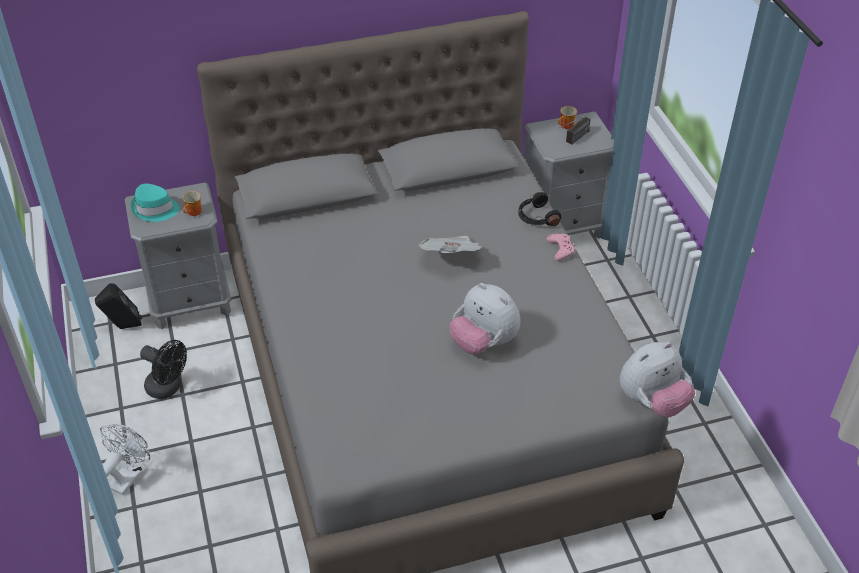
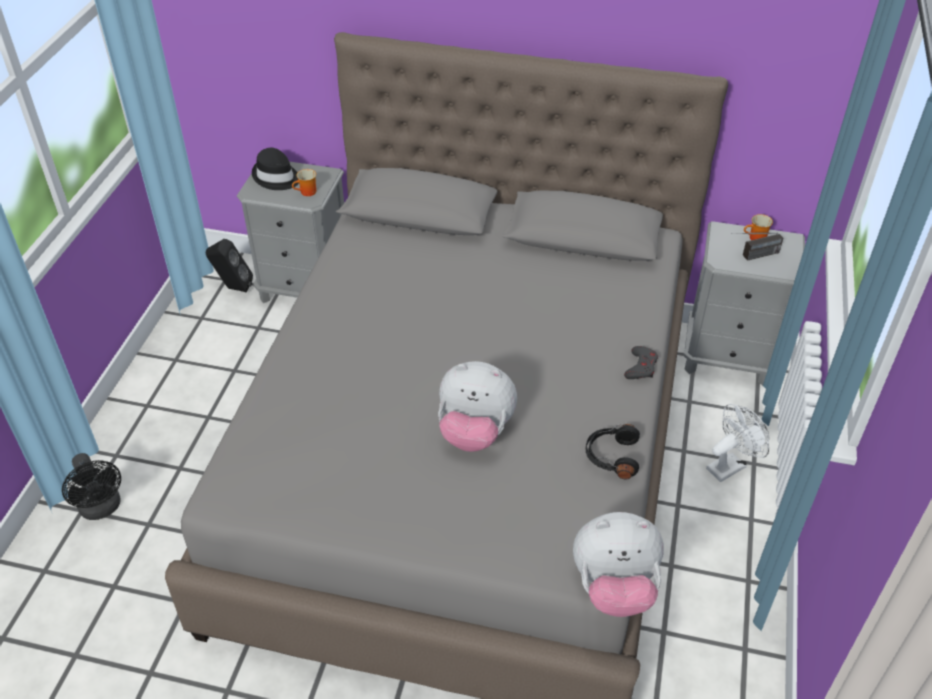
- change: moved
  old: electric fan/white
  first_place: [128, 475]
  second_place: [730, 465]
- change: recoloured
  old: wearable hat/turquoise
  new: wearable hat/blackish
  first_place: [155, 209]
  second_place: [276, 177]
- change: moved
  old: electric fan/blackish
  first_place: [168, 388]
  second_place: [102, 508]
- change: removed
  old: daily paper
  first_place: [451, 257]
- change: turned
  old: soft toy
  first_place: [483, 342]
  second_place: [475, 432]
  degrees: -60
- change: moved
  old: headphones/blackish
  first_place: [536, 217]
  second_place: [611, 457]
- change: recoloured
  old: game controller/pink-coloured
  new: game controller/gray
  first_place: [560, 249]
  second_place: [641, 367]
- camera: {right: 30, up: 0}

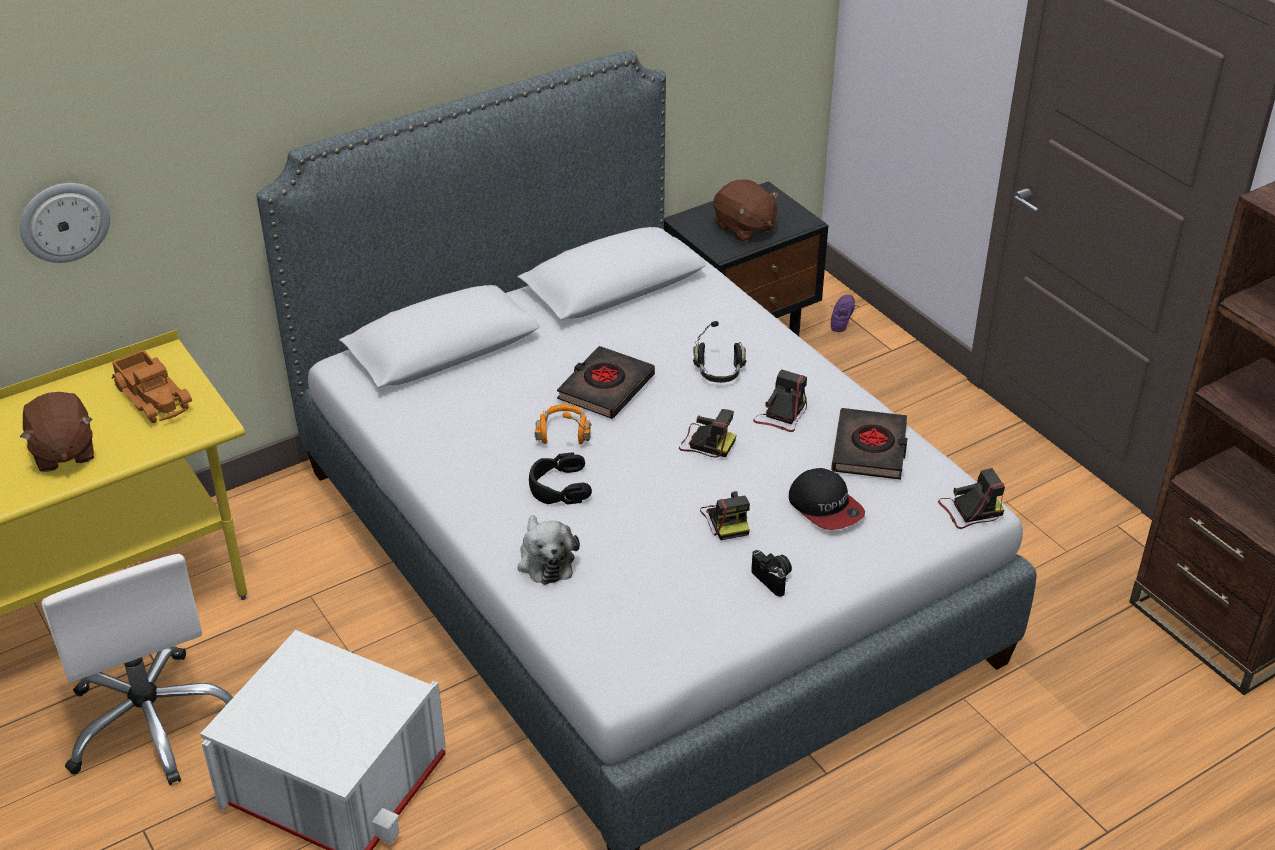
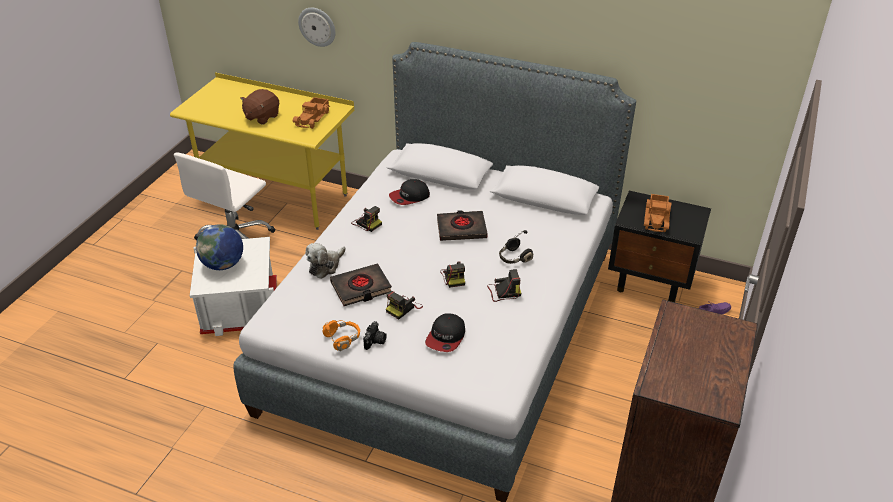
- change: removed
  old: headphones/blackish
  first_place: [559, 487]
- change: moved
  old: headphones/orange
  first_place: [563, 433]
  second_place: [343, 339]
- change: replaced
  old: soft toy/brownish
  new: toy lorry
  first_place: [744, 228]
  second_place: [657, 218]
- change: moved
  old: bound book/blackish
  first_place: [870, 449]
  second_place: [361, 288]
- change: moved
  old: still camera
  first_place: [970, 511]
  second_place: [366, 223]
- change: added
  new: globe
  second_place: [223, 265]
- change: added
  new: baseball cap
  second_place: [409, 197]
- camera: {right: 55, up: 0}

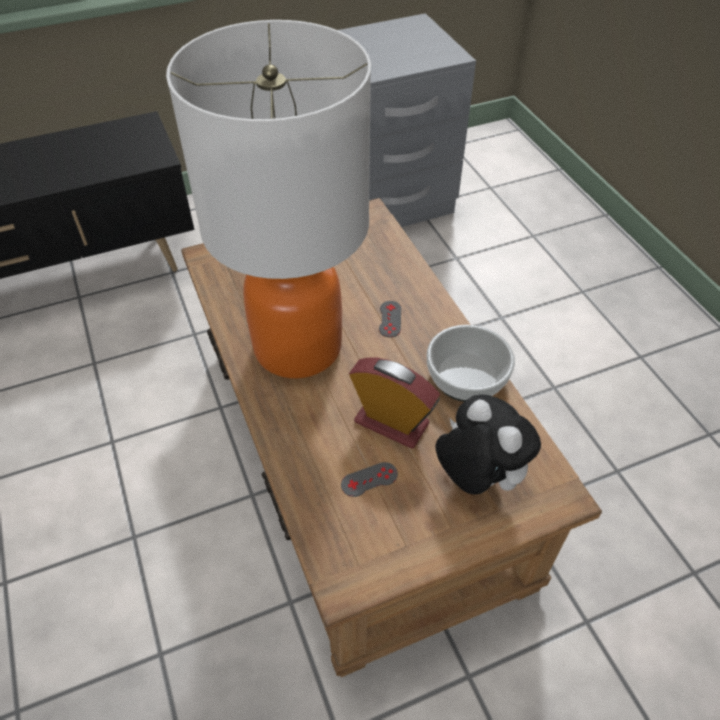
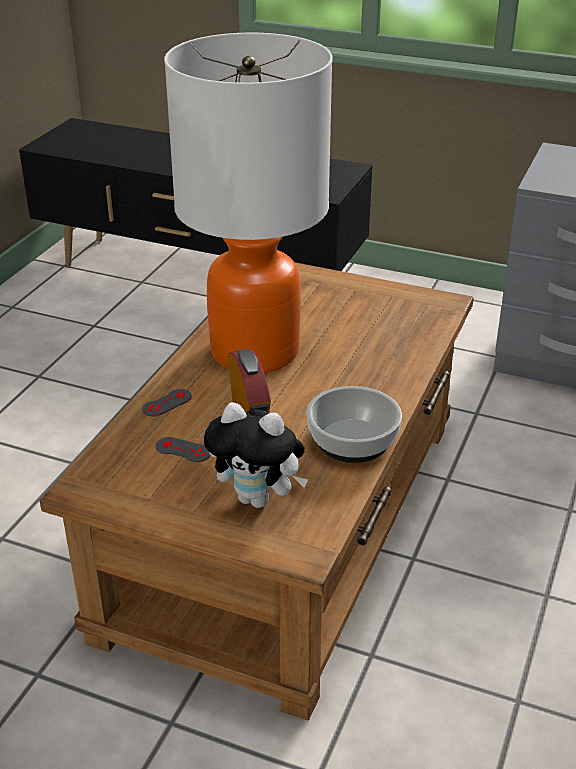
- change: moved
  old: game controller/gray
  first_place: [390, 319]
  second_place: [167, 403]
- change: turned
  old: soft toy
  first_place: [477, 477]
  second_place: [258, 499]
  degrees: 105
- camera: {right: 45, up: -15}

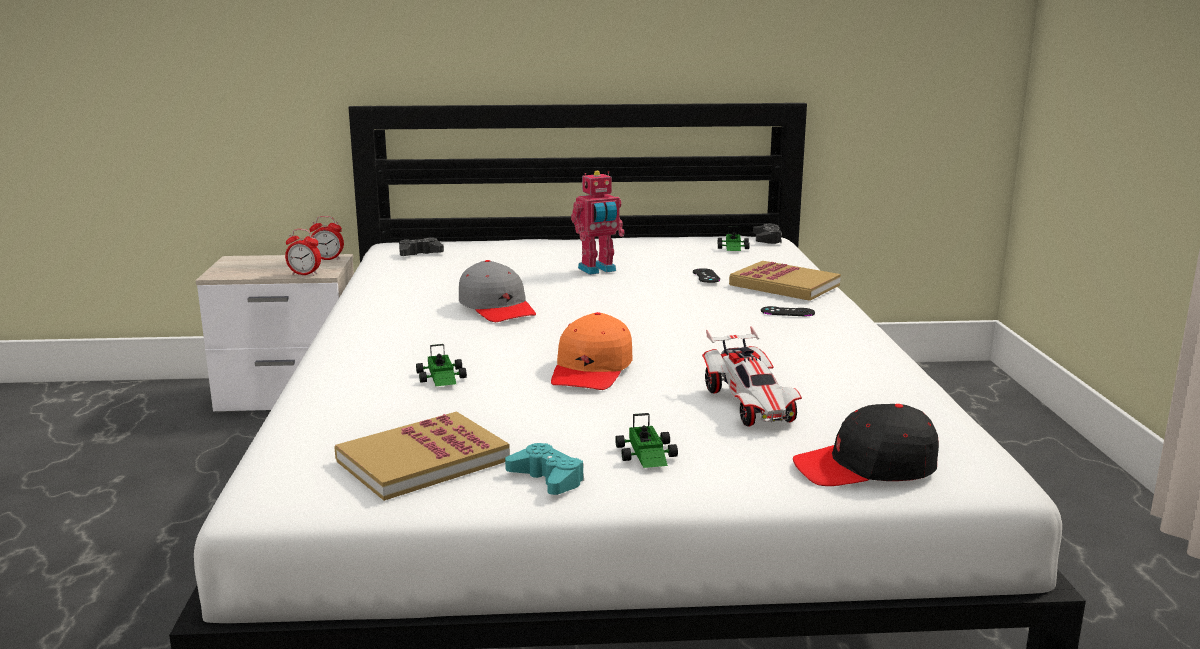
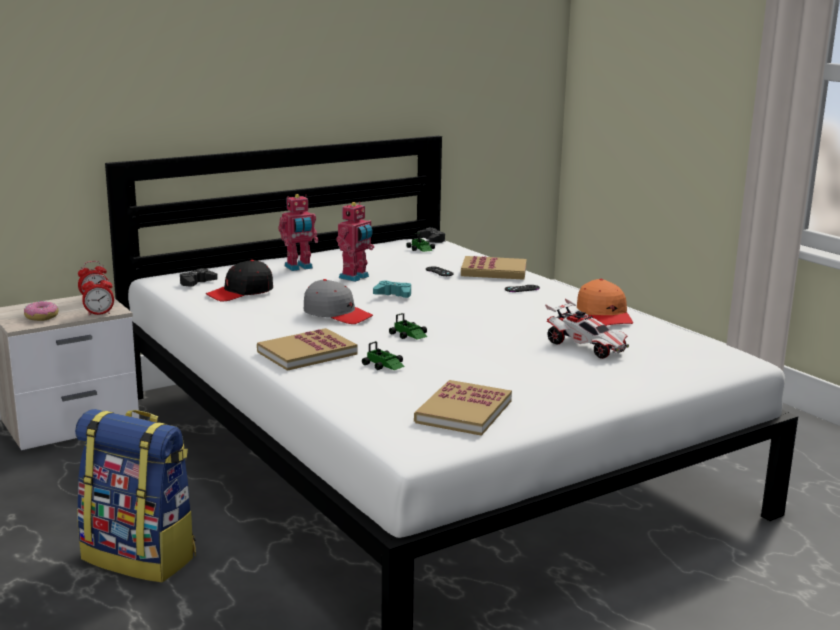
- change: moved
  old: game controller/turquoise
  first_place: [547, 479]
  second_place: [393, 295]
- change: moved
  old: baseball cap/orange
  first_place: [592, 370]
  second_place: [604, 315]
- change: moved
  old: miniature car
  first_place: [647, 455]
  second_place: [410, 334]
- change: moved
  old: baseball cap/blackish
  first_place: [866, 467]
  second_place: [241, 293]
- change: added
  new: ring doughnut
  second_place: [41, 317]
- change: added
  new: rucksack
  second_place: [141, 557]
- change: added
  new: bound book
  second_place: [307, 353]
- change: added
  new: robot figure
  second_place: [299, 267]
- camera: {right: -30, up: 0}

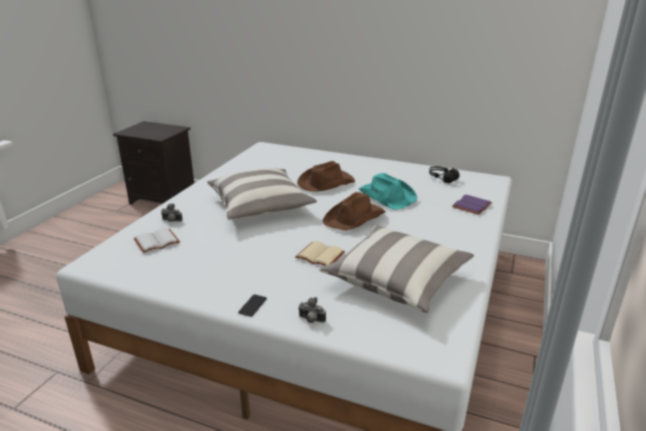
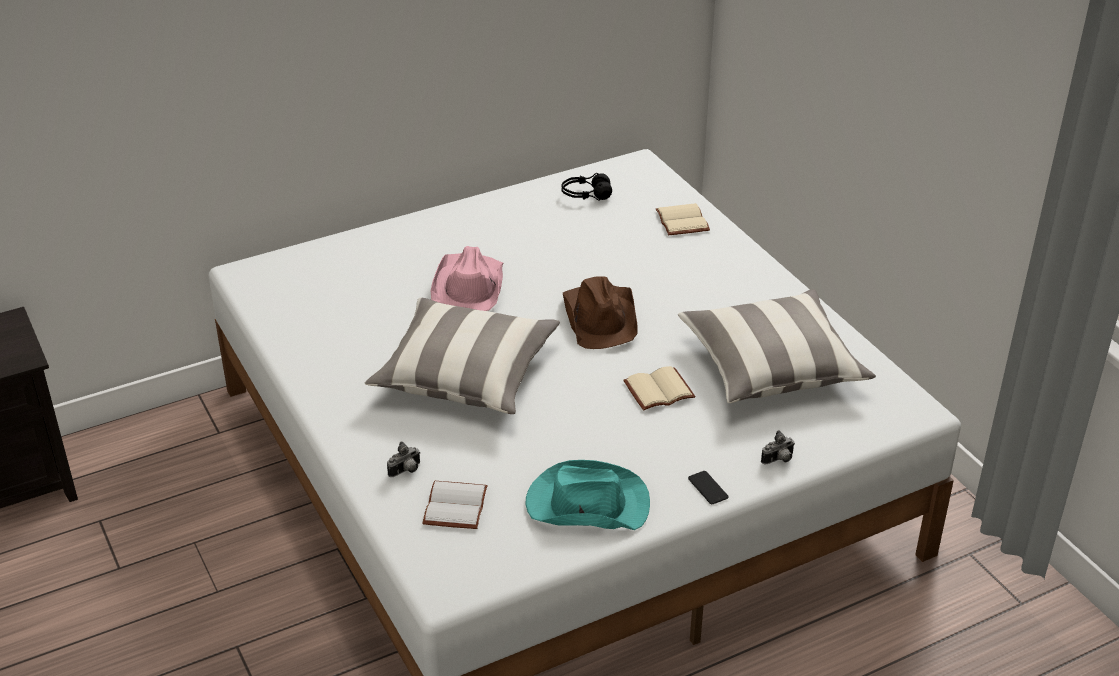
- change: recoloured
  old: wearable hat/brownish
  new: wearable hat/pink-coloured
  first_place: [325, 183]
  second_place: [468, 287]
- change: moved
  old: wearable hat/turquoise
  first_place: [387, 196]
  second_place: [586, 503]
- change: recoloured
  old: bound book/purplish
  new: bound book/sand-coloured
  first_place: [473, 206]
  second_place: [684, 221]
- camera: {right: -50, up: 10}

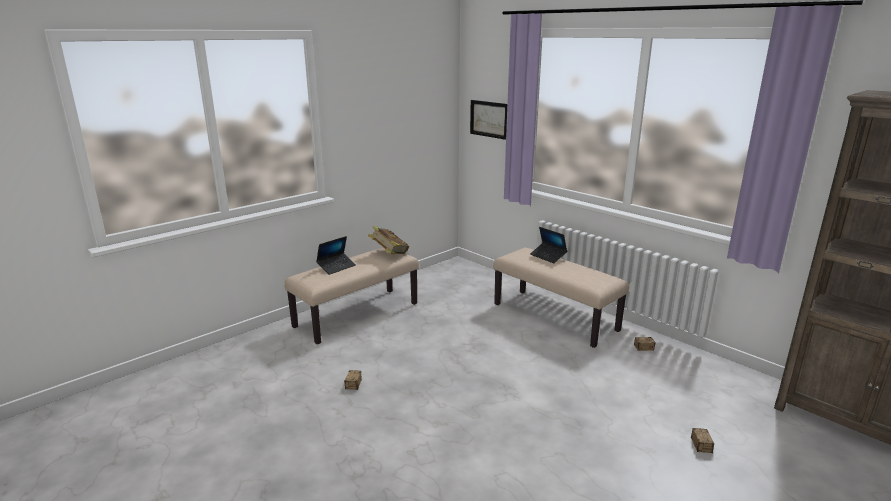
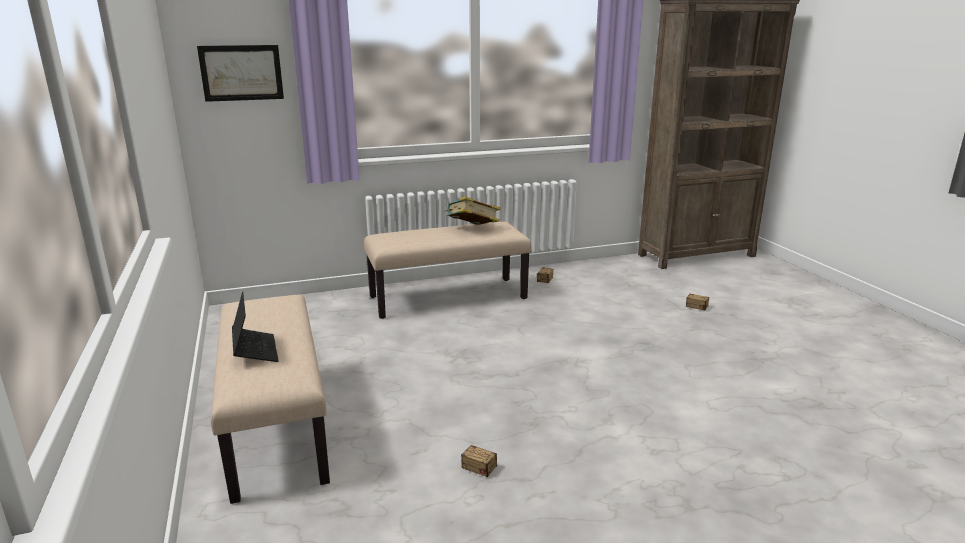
- change: moved
  old: bound book
  first_place: [389, 254]
  second_place: [472, 229]
- change: removed
  old: laptop
  first_place: [548, 256]
- camera: {right: -65, up: 0}

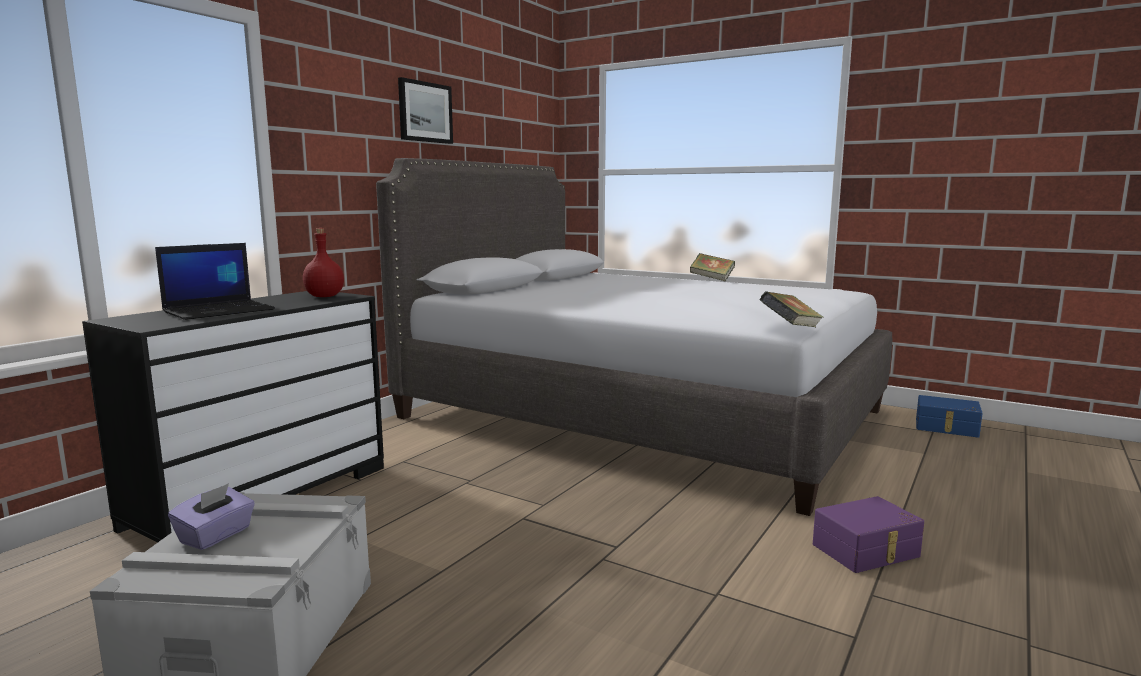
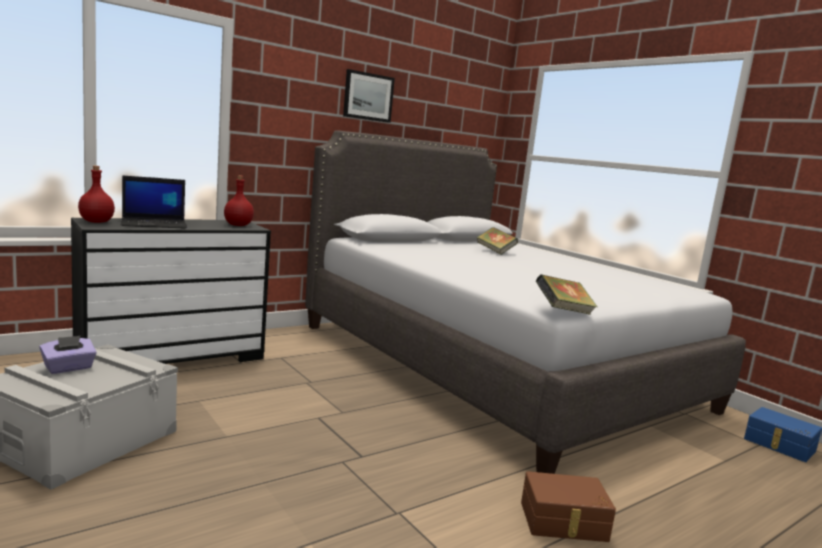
- change: moved
  old: bound book
  first_place: [711, 279]
  second_place: [495, 251]
- change: recoloured
  old: storage box/purplish
  new: storage box/brownish
  first_place: [867, 551]
  second_place: [564, 522]
- change: added
  new: beverage bottle/reddish
  second_place: [96, 222]
- camera: {right: 20, up: 0}

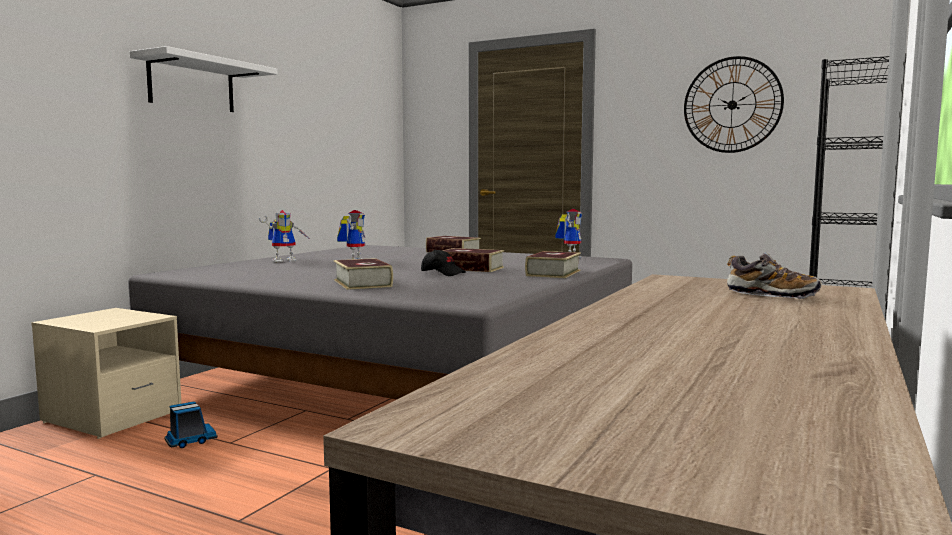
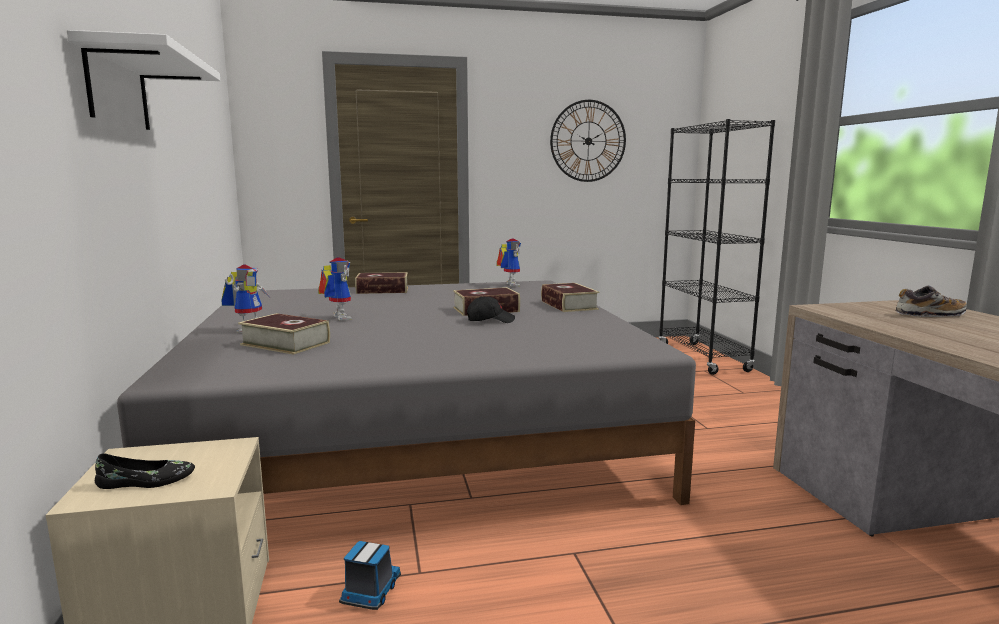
- change: moved
  old: bound book
  first_place: [362, 283]
  second_place: [285, 343]
- change: added
  new: item of footwear/blackish
  second_place: [146, 482]
- camera: {right: -40, up: 5}

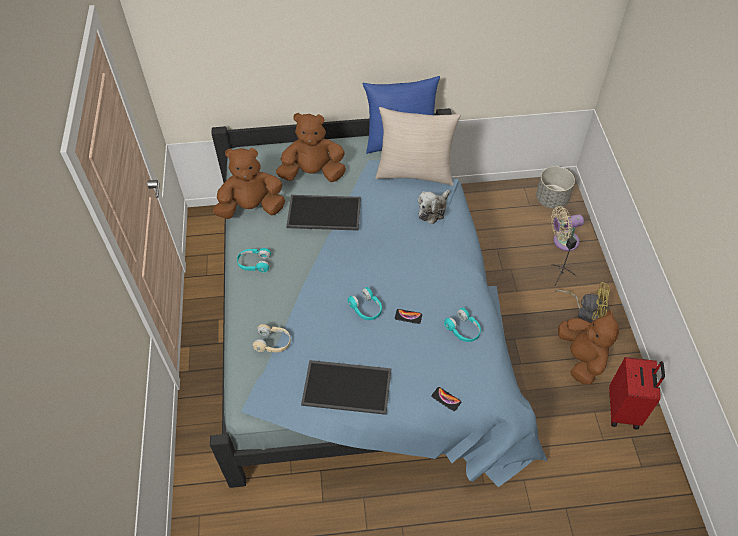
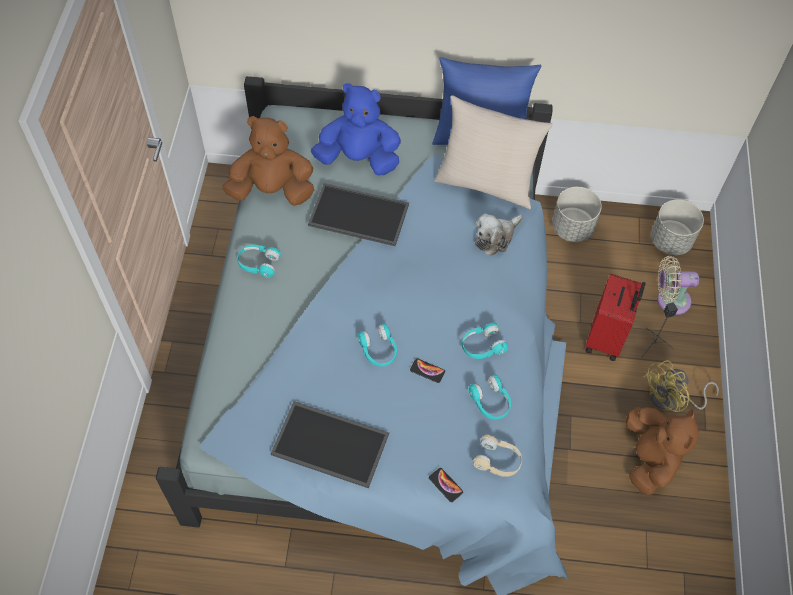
- change: moved
  old: headphones/sand-coloured
  first_place: [273, 343]
  second_place: [497, 461]
- change: recoloured
  old: soft toy/brownish
  new: soft toy/blue
  first_place: [313, 173]
  second_place: [359, 159]
- change: turned
  old: electric fan/yellow
  first_place: [585, 312]
  second_place: [671, 400]
  degrees: 120
- change: moved
  old: travel case/reddish
  first_place: [624, 410]
  second_place: [606, 338]
- change: added
  new: headphones/turquoise
  second_place: [482, 346]
- change: added
  new: flower pot/gray
  second_place: [572, 228]
- camera: {right: 10, up: 5}

